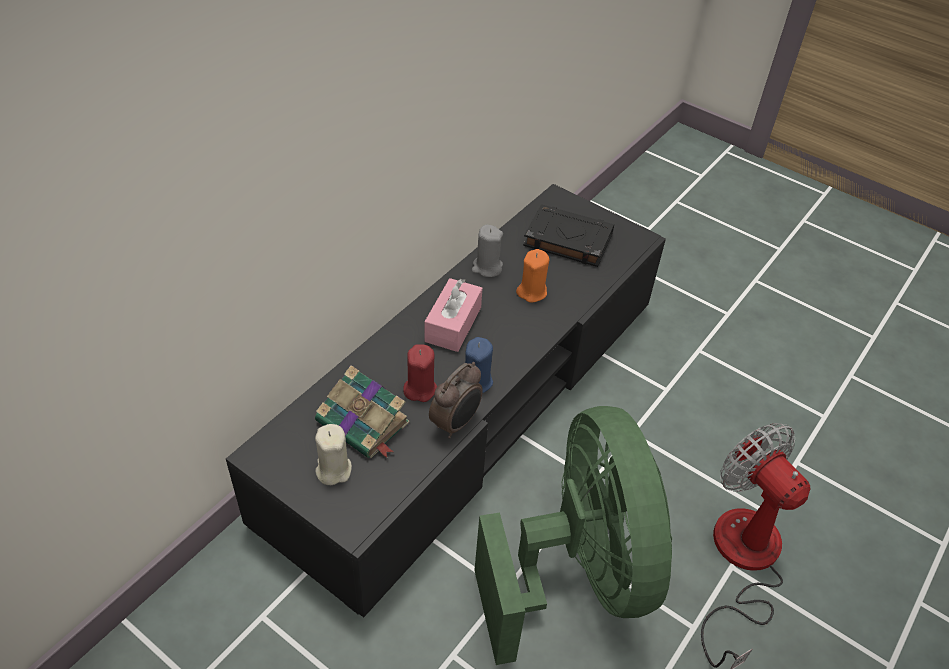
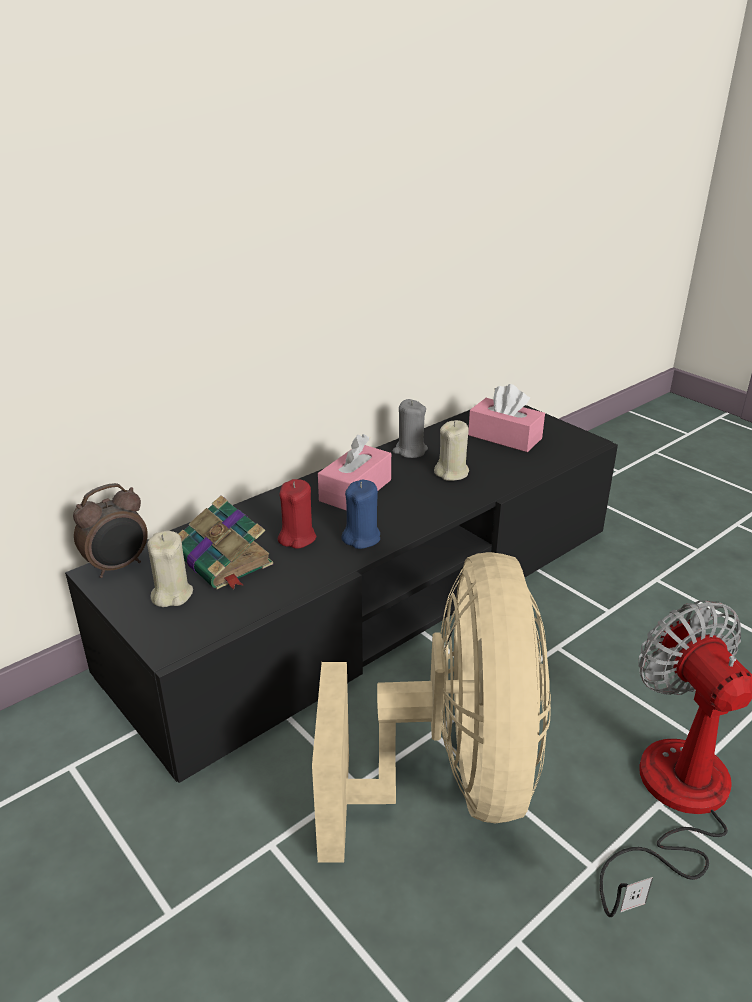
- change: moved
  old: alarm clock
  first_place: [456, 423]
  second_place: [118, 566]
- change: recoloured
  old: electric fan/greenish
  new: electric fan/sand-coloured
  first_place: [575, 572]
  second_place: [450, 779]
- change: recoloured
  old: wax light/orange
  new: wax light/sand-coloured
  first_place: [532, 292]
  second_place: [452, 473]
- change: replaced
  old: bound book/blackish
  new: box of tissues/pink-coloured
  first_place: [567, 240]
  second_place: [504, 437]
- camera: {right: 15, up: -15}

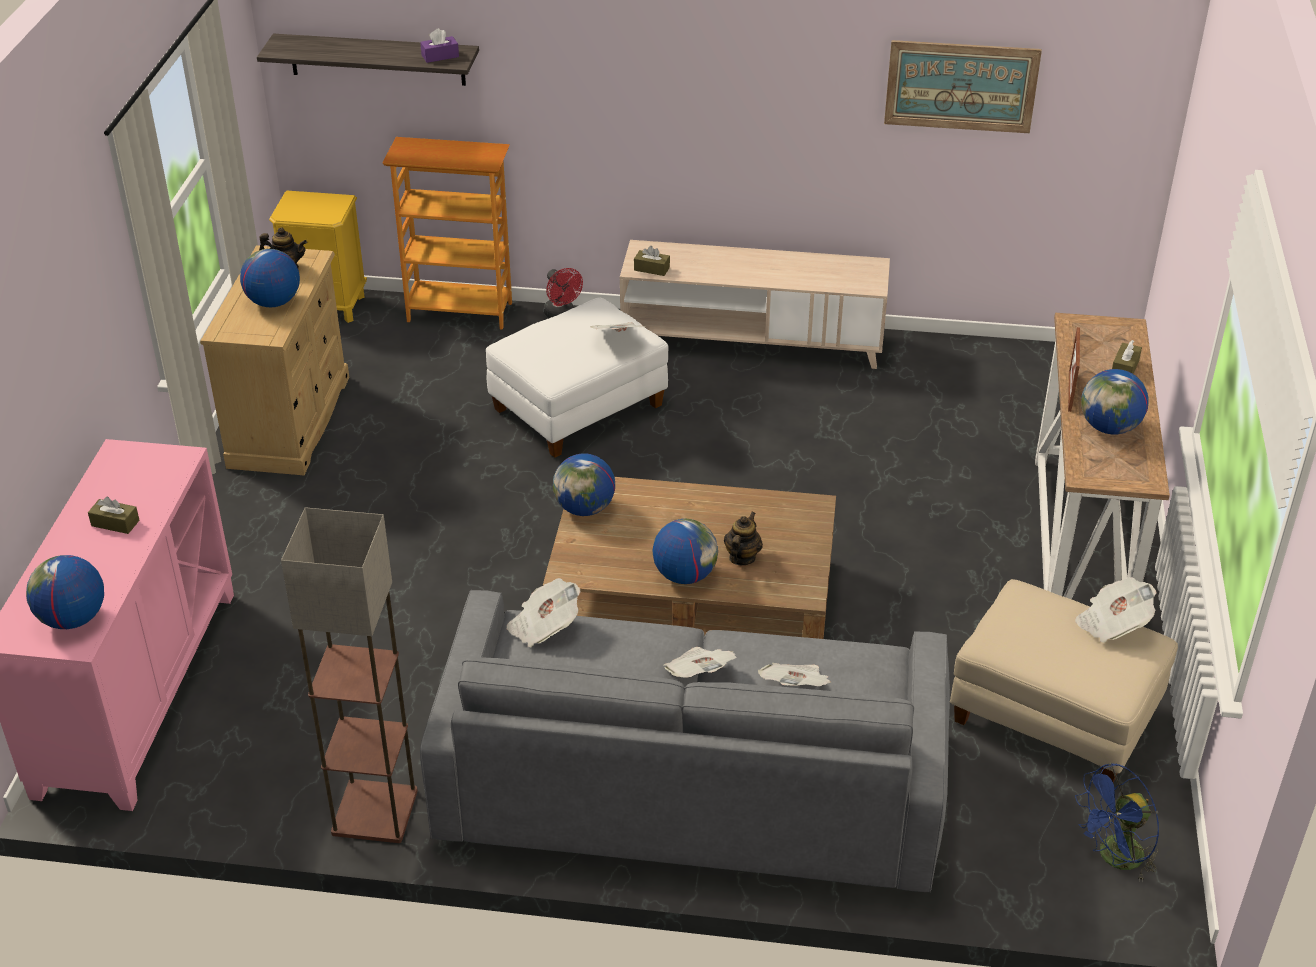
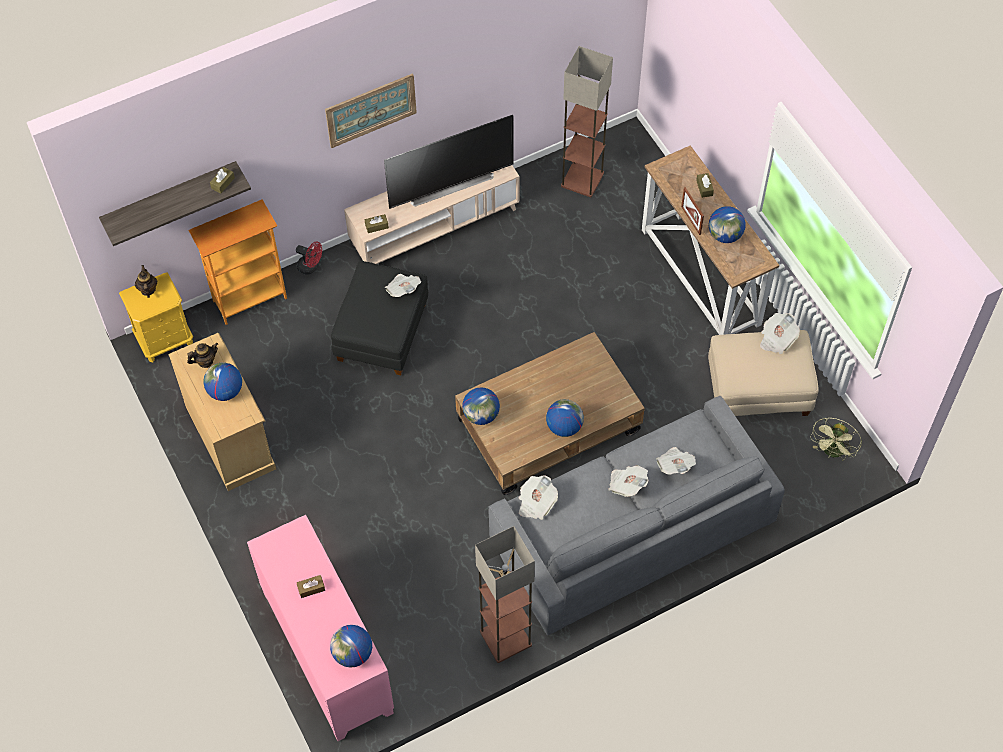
- change: recoloured
  old: box of tissues/purplish
  new: box of tissues/brownish
  first_place: [440, 56]
  second_place: [223, 183]
- change: recoloured
  old: footrest/white
  new: footrest/blackish
  first_place: [578, 408]
  second_place: [381, 332]
- change: moved
  old: teapot
  first_place: [742, 557]
  second_place: [148, 289]
- change: moved
  old: picture
  first_place: [961, 86]
  second_place: [371, 110]
- change: recoloured
  old: electric fan/blue
  new: electric fan/greenish
  first_place: [1114, 858]
  second_place: [832, 452]
- change: added
  new: TV set
  second_place: [449, 184]
- change: added
  new: floor lamp
  second_place: [582, 179]
- camera: {right: -35, up: 20}

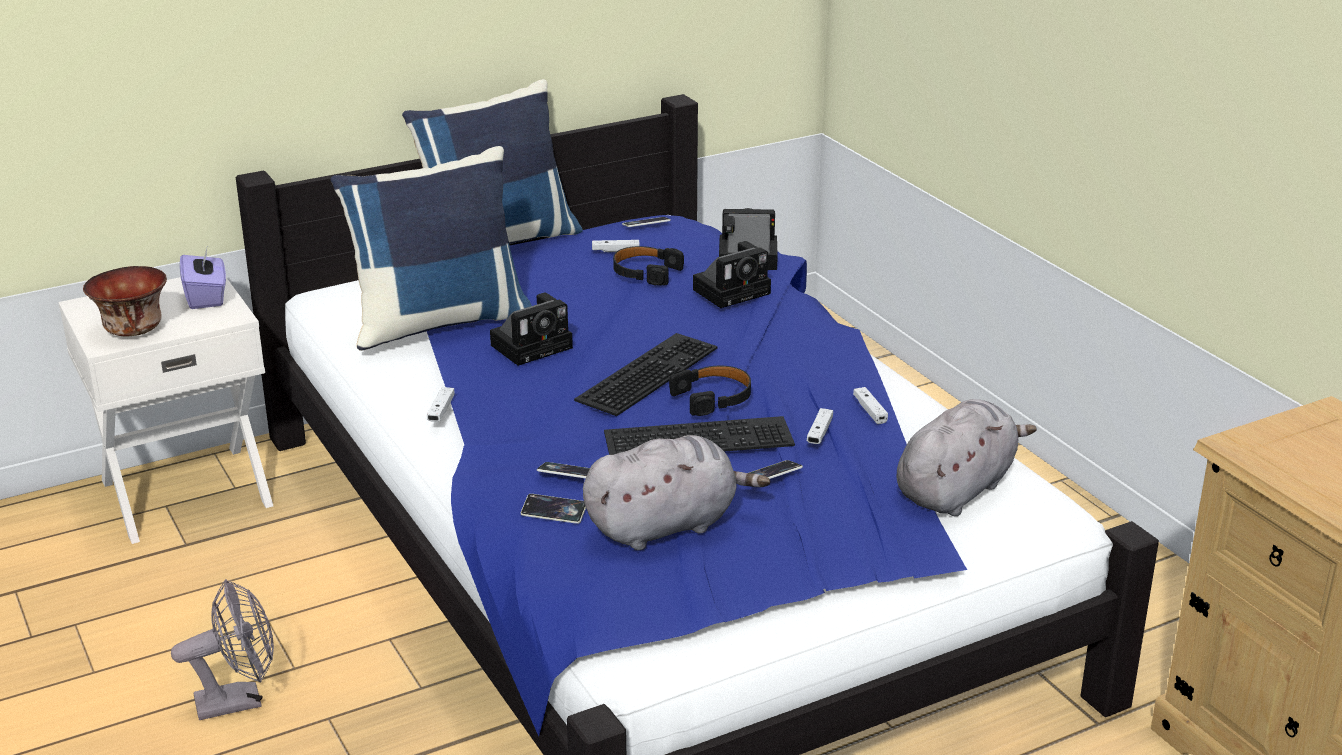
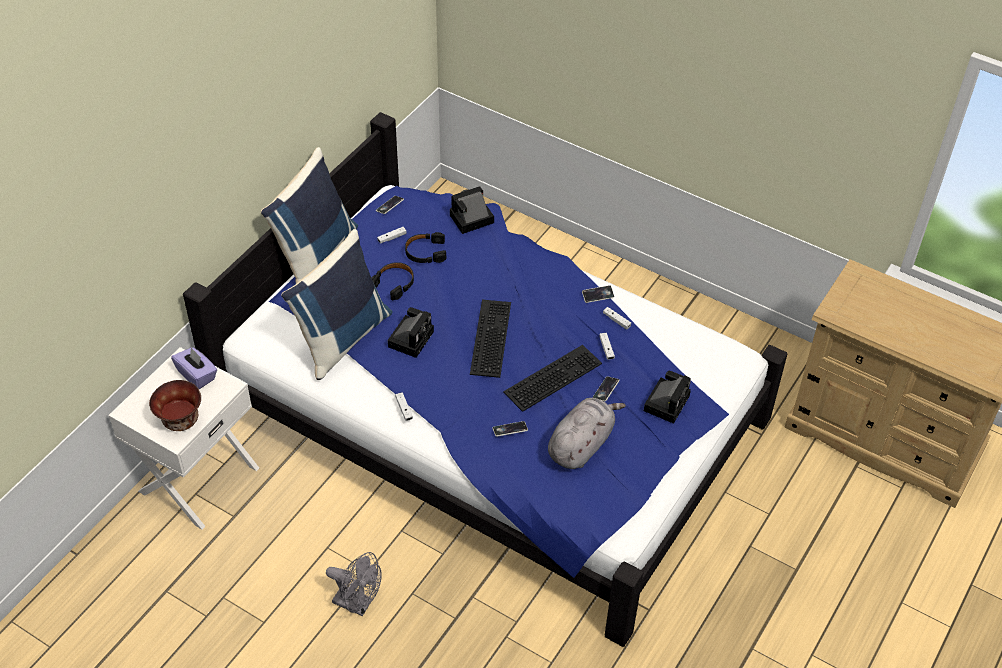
- change: turned
  old: electric fan/gray
  first_place: [239, 700]
  second_place: [358, 604]
  degrees: 75
- change: moved
  old: telephone
  first_place: [554, 512]
  second_place: [598, 295]
- change: moved
  old: headphones/blackish
  first_place: [713, 398]
  second_place: [394, 283]
- change: moved
  old: still camera
  first_place: [734, 290]
  second_place: [667, 401]
- change: removed
  old: soft toy/gray
  first_place: [956, 489]
- camera: {right: -30, up: 20}

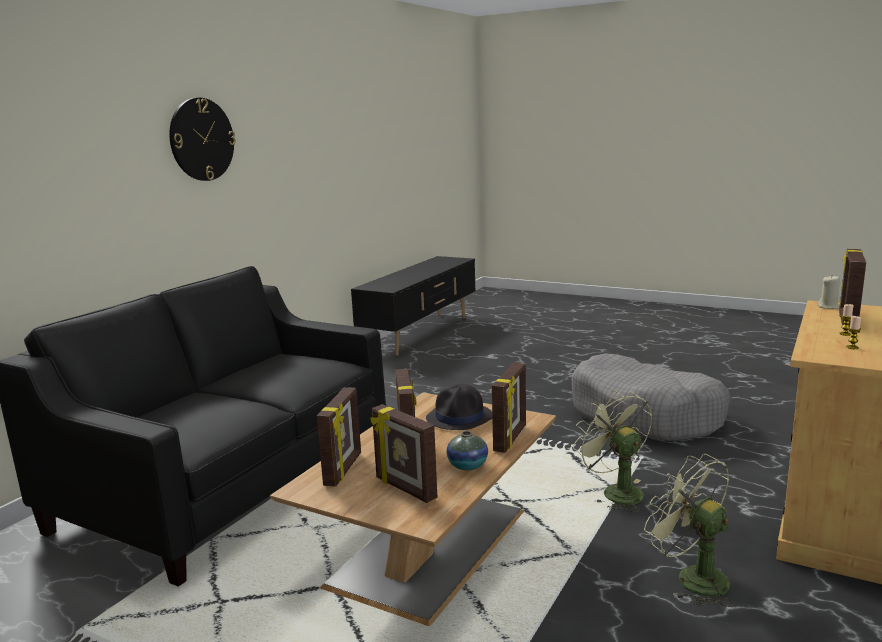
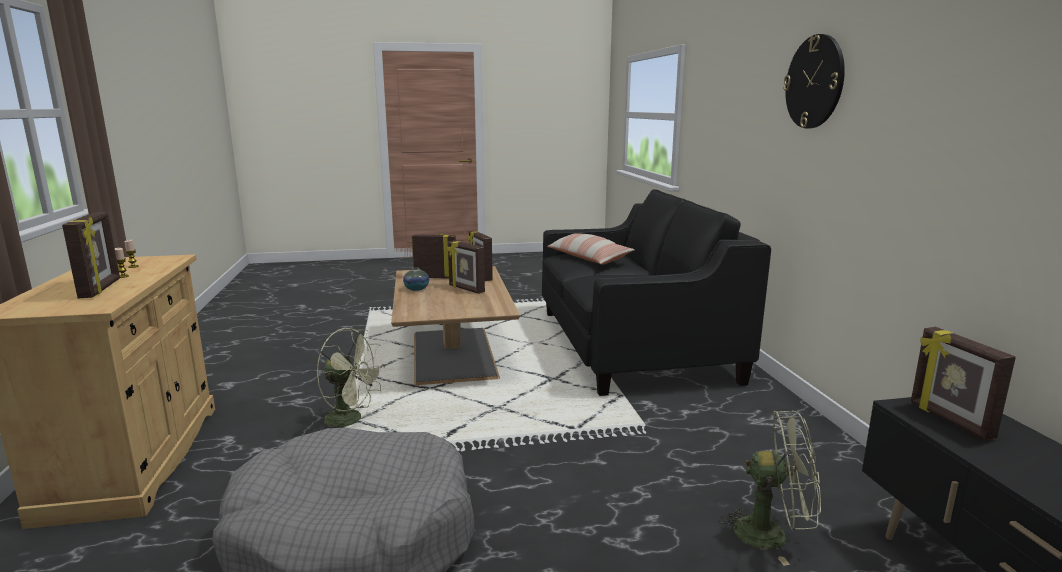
- change: removed
  old: wearable hat/blackish
  first_place: [460, 417]
- change: moved
  old: photo frame
  first_place: [511, 439]
  second_place: [949, 420]
- change: moved
  old: electric fan/greenish
  first_place: [691, 577]
  second_place: [771, 534]
- change: removed
  old: wax light/sand-coloured
  first_place: [828, 307]
- change: added
  new: pillow
  second_place: [588, 258]
- camera: {right: 140, up: 0}

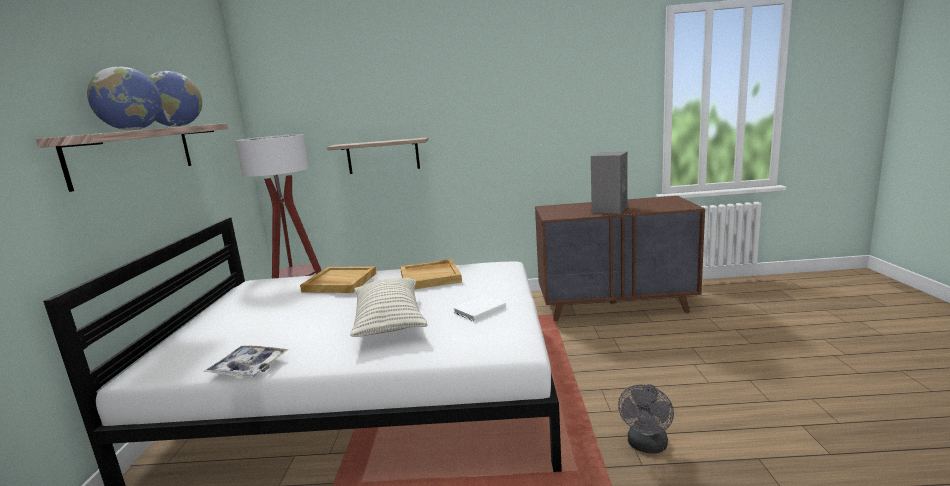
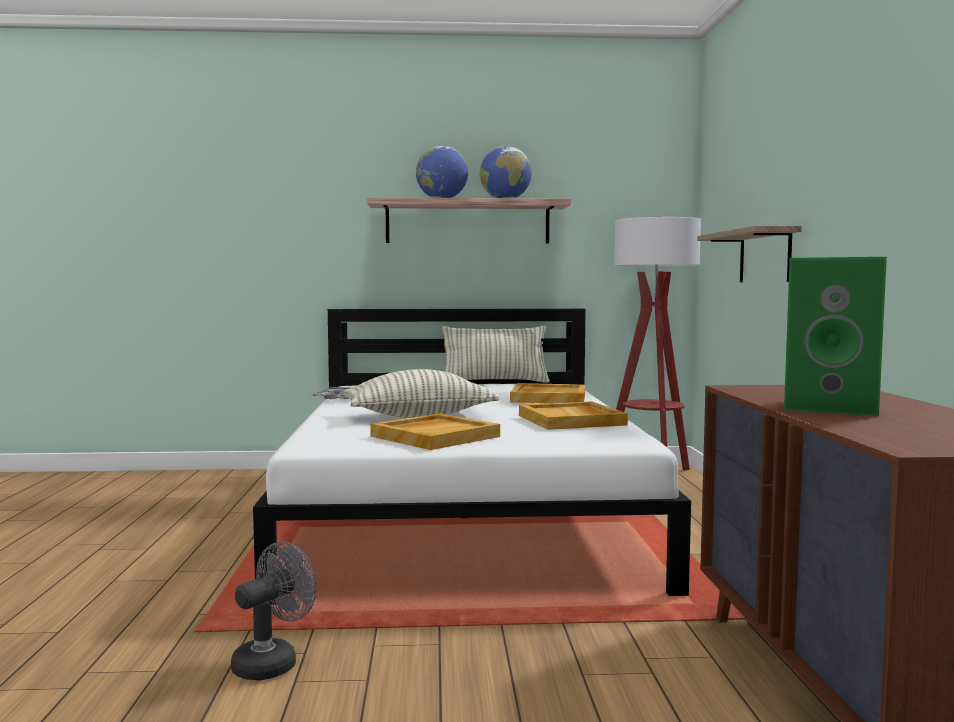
- change: replaced
  old: bound book/white
  new: tray/sand-coloured
  first_place: [478, 310]
  second_place: [435, 436]
- change: recoloured
  old: speaker/gray
  new: speaker/greenish
  first_place: [609, 209]
  second_place: [834, 407]
- change: turned
  old: electric fan/gray
  first_place: [646, 446]
  second_place: [272, 662]
  degrees: 105
- change: added
  new: pillow
  second_place: [495, 382]
- camera: {right: 85, up: -10}

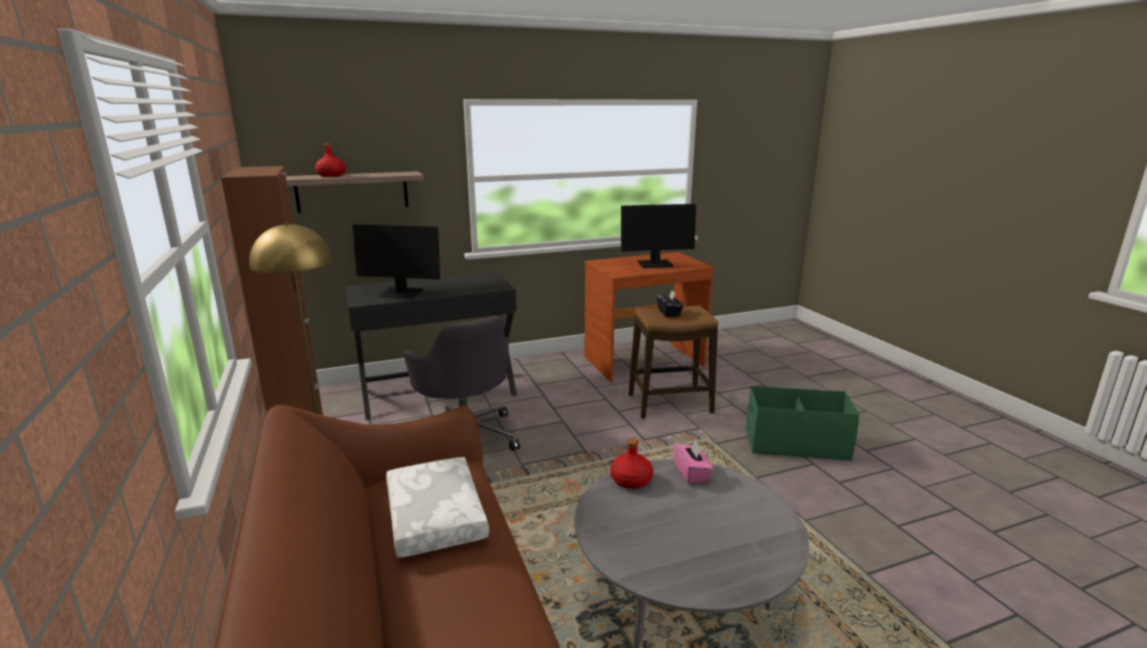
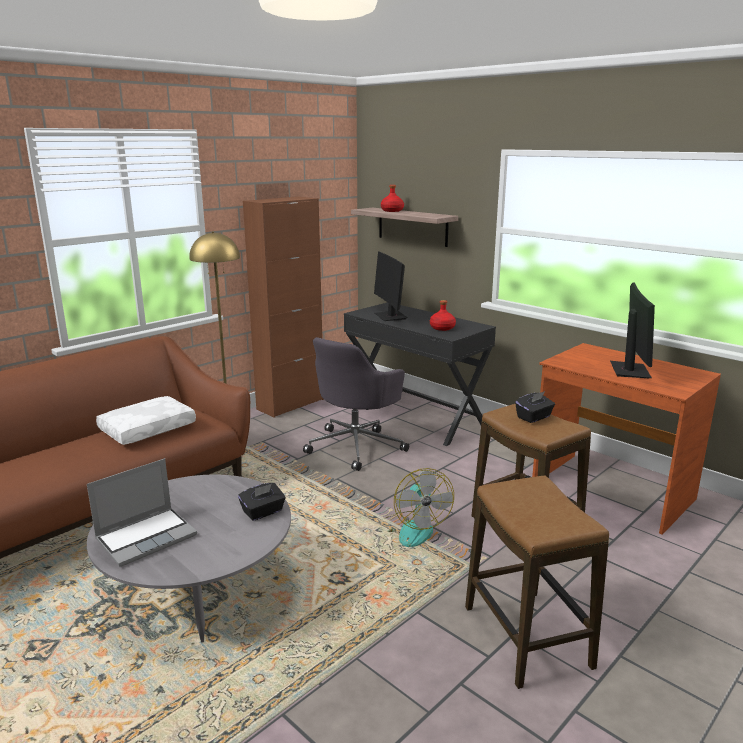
- change: moved
  old: beverage bottle/reddish
  first_place: [631, 480]
  second_place: [442, 328]
- change: turned
  old: computer screen
  first_place: [655, 264]
  second_place: [629, 370]
  degrees: -135
- change: recoloured
  old: box of tissues/pink-coloured
  new: box of tissues/blackish
  first_place: [691, 473]
  second_place: [263, 512]
- change: replaced
  old: storage box/greenish
  new: stool seat
  first_place: [796, 444]
  second_place: [526, 636]
- change: added
  new: laptop
  second_place: [147, 537]
- change: added
  new: electric fan
  second_place: [412, 529]
- camera: {right: 65, up: 0}

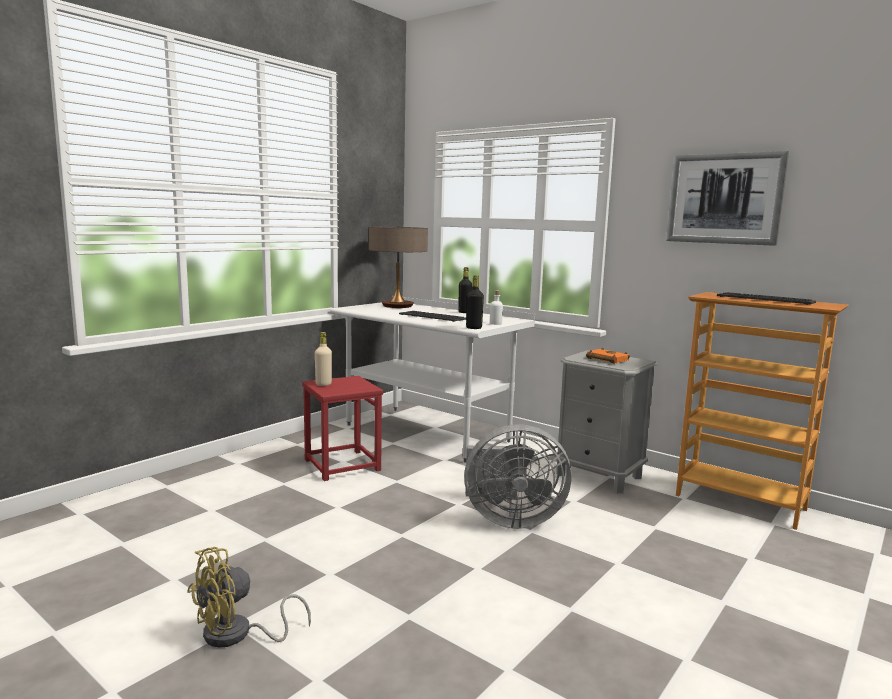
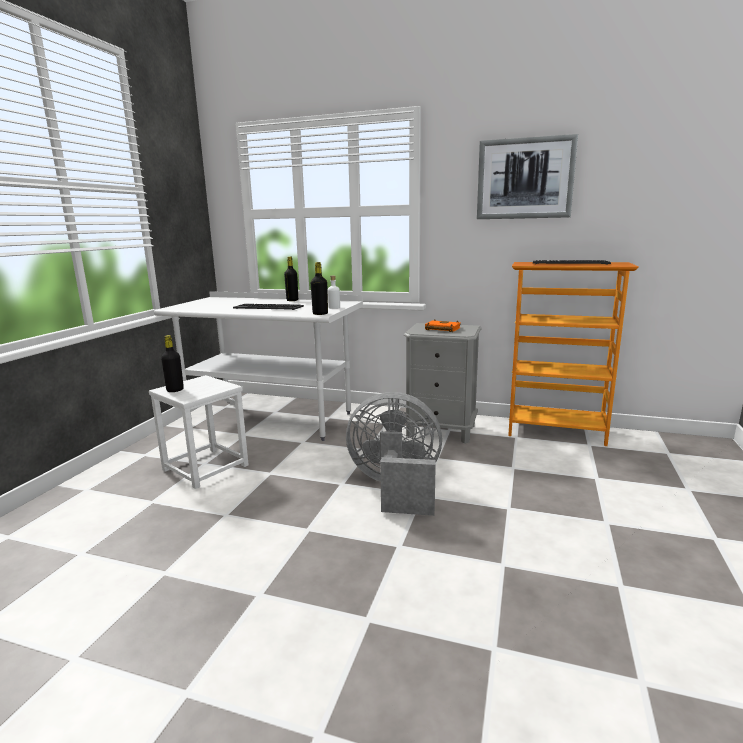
- change: removed
  old: electric fan/yellow
  first_place: [237, 635]
- change: recoloured
  old: stool seat/reddish
  new: stool seat/white
  first_place: [341, 465]
  second_place: [205, 468]
- change: recoloured
  old: beverage bottle/sand-coloured
  new: beverage bottle/blackish
  first_place: [323, 384]
  second_place: [175, 390]
- change: removed
  old: table lamp
  first_place: [397, 306]
- change: turned
  old: electric fan/gray
  first_place: [509, 519]
  second_place: [396, 488]
  degrees: -150
- camera: {right: -20, up: 5}

